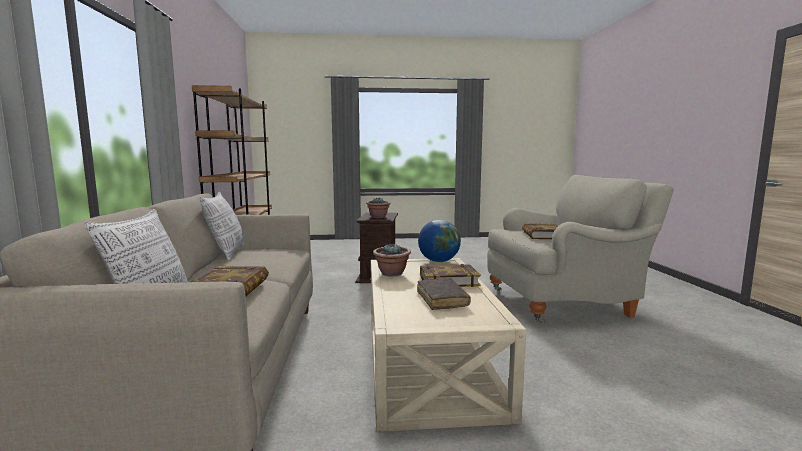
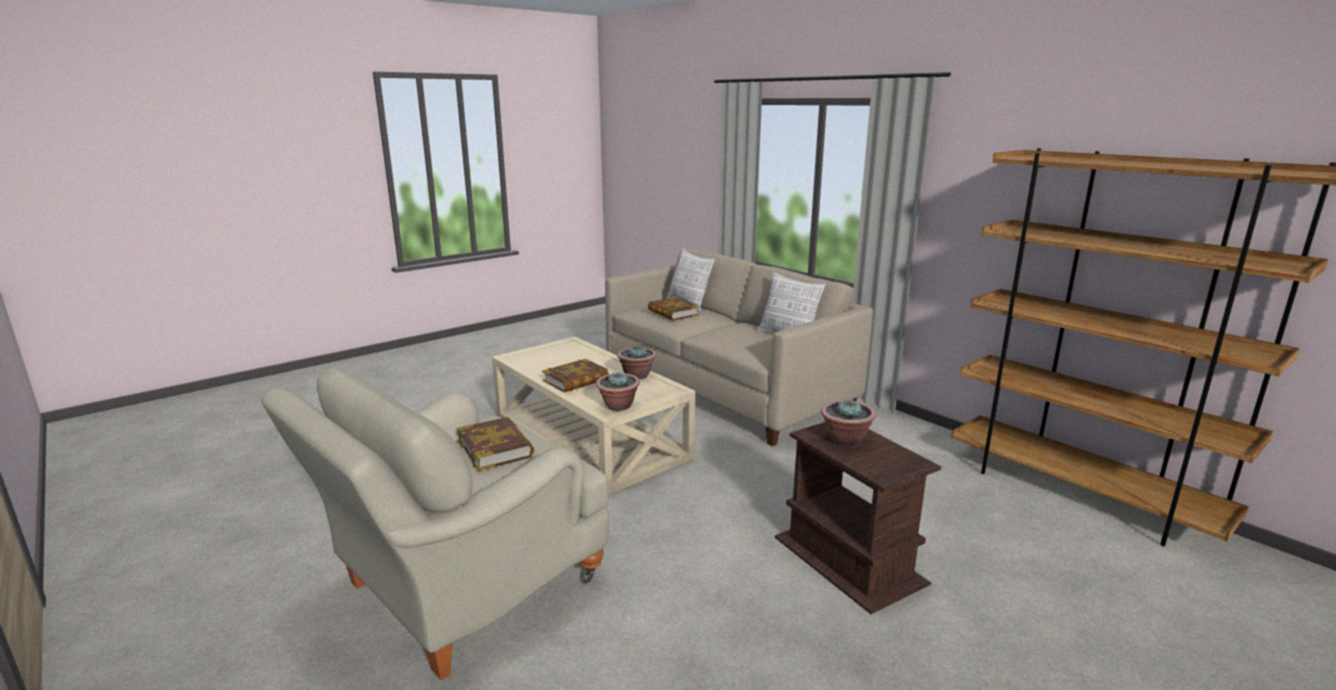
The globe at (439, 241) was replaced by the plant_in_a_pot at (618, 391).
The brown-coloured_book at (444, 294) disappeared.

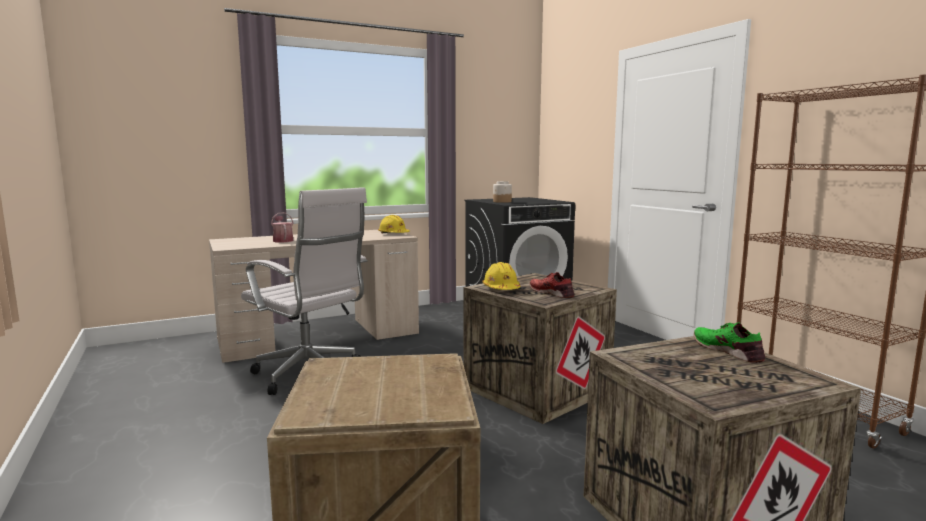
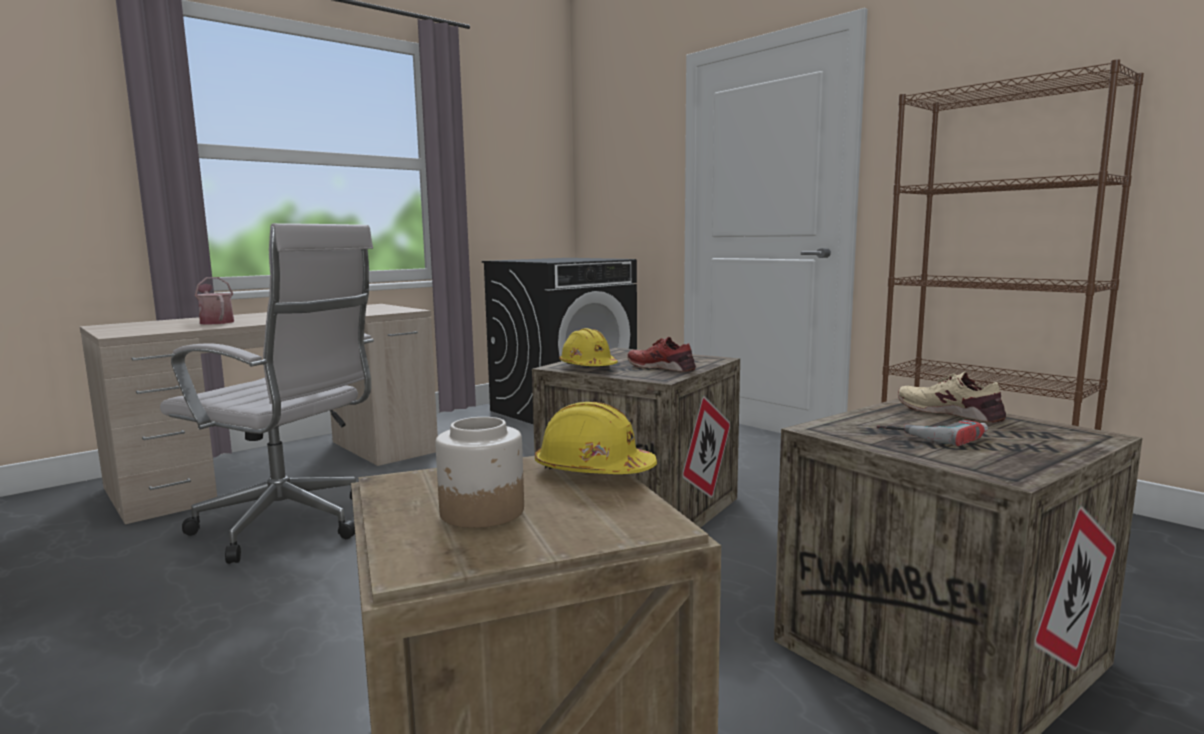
The jar moved from (502, 192) to (480, 472).
The yellow-coloured_hard_hat moved from (394, 224) to (596, 438).
The greenish_item_of_footwear at (729, 342) became the sand-coloured_item_of_footwear at (952, 397).
The power_drill at (932, 433) appeared.

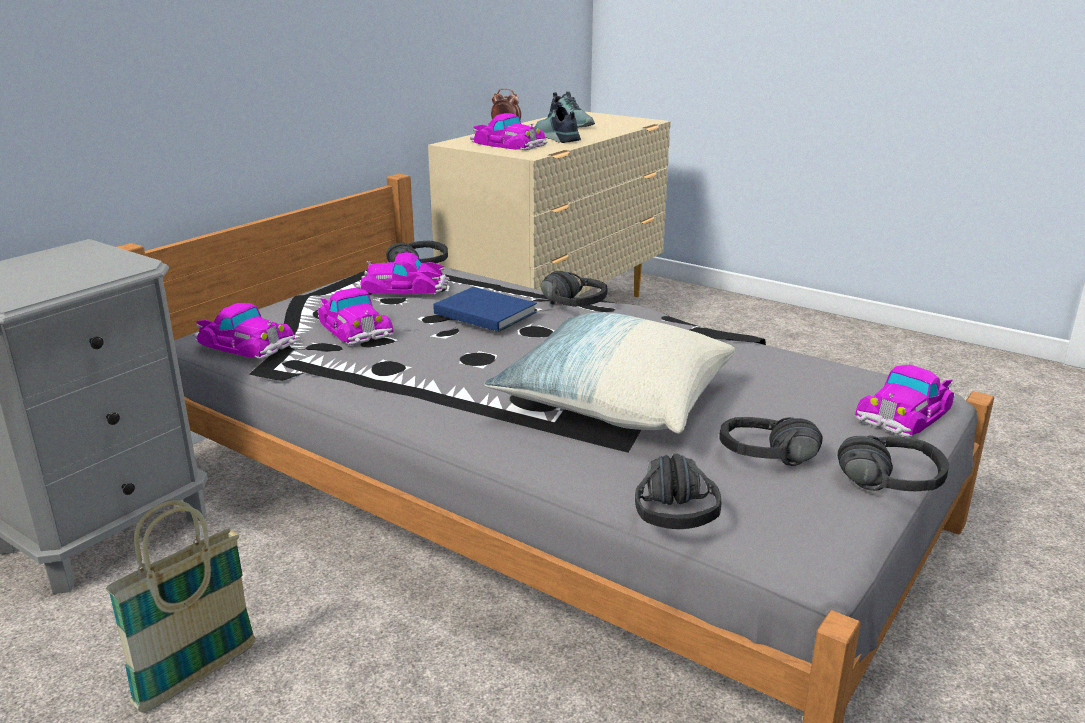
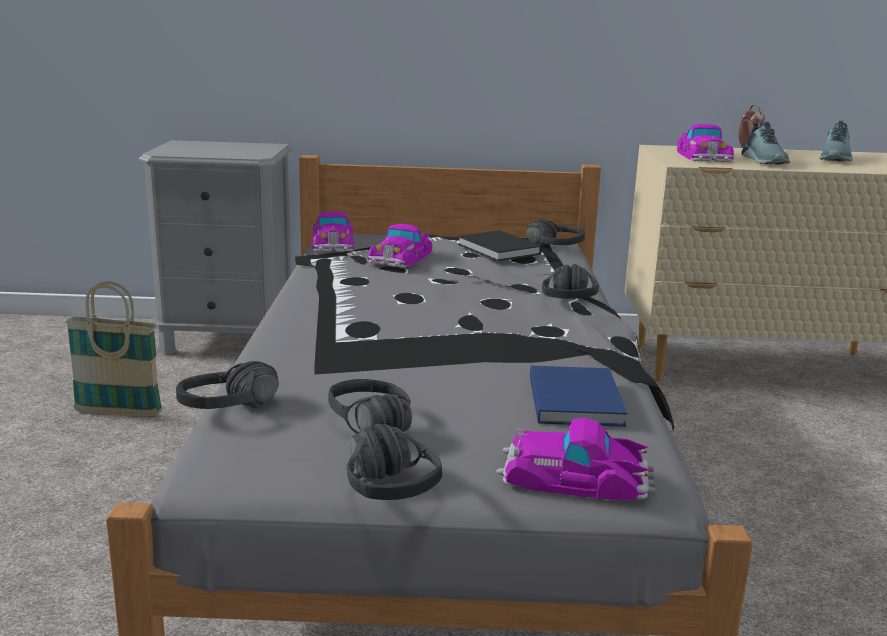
The item_of_footwear at (557, 123) turned 150 degrees clockwise.
The model_car at (402, 273) was replaced by the blackish_book at (499, 245).
The bluish_book moved from (485, 309) to (578, 396).
The cushion at (610, 373) disappeared.

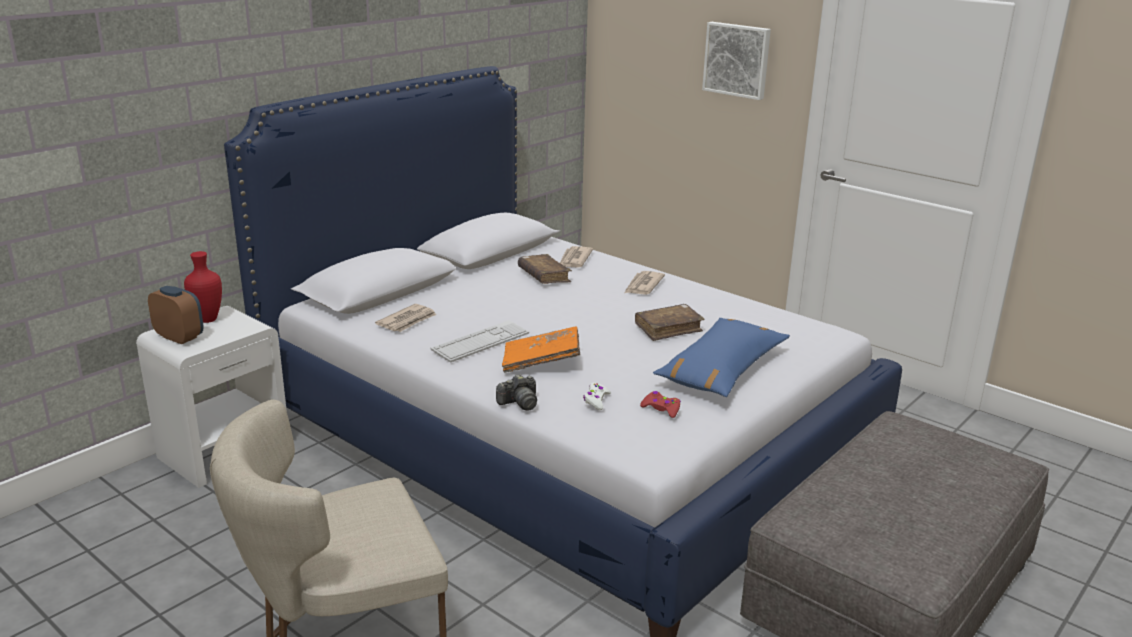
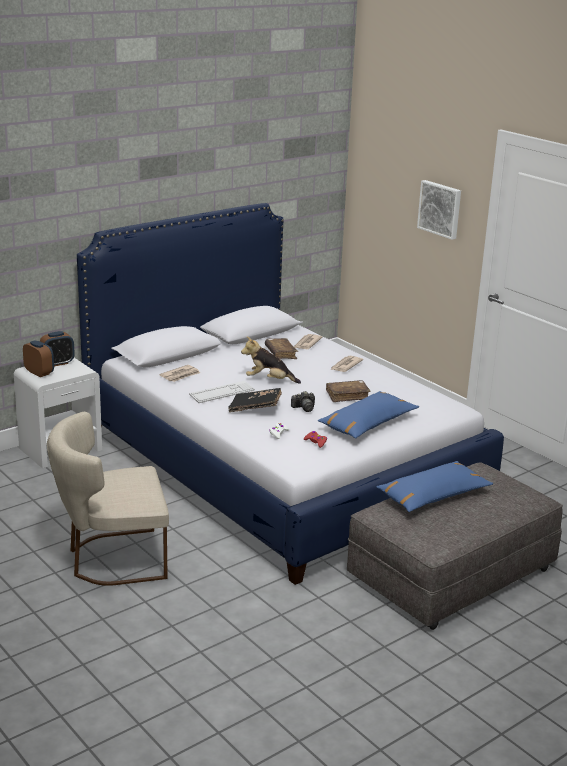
The red_decorative_vase at (203, 287) was replaced by the bedside_clock at (57, 348).
The orange_book at (541, 349) became the blackish_book at (255, 400).
The still_camera moved from (516, 392) to (303, 401).
The plush_toy at (271, 360) appeared.
The bluish_cushion at (434, 486) appeared.

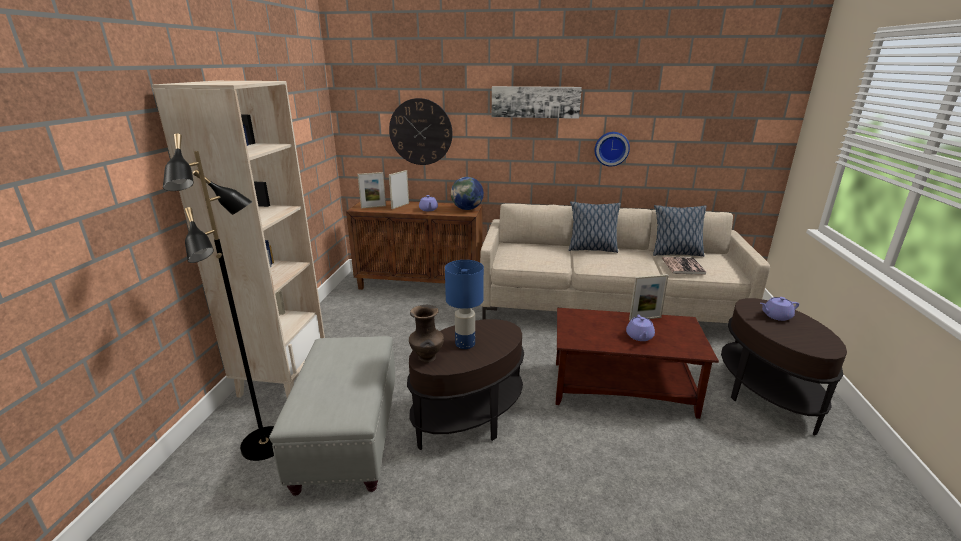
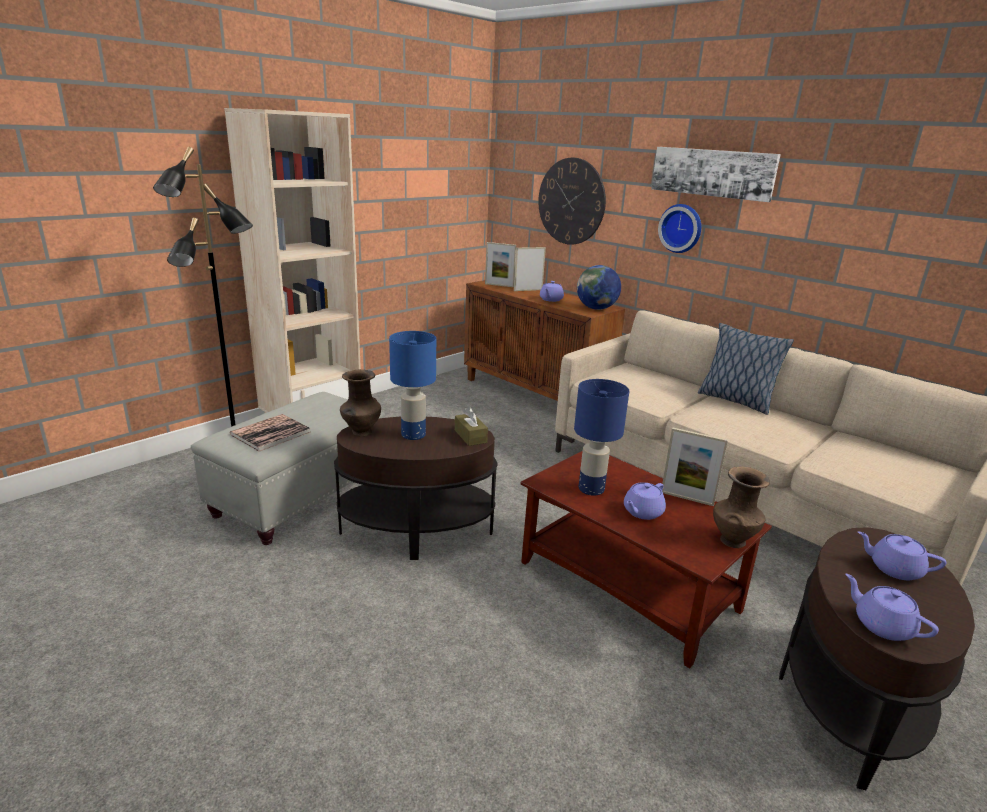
The wall_clock moved from (612, 149) to (679, 228).
The cushion at (679, 231) disappeared.
The book moved from (684, 266) to (270, 433).
The bluish_lamp_for_a_table at (601, 437) appeared.
The brown-coloured_tissue_holder at (471, 426) appeared.
The brown-coloured_decorative_vase at (741, 507) appeared.
The purple_teapot at (892, 607) appeared.

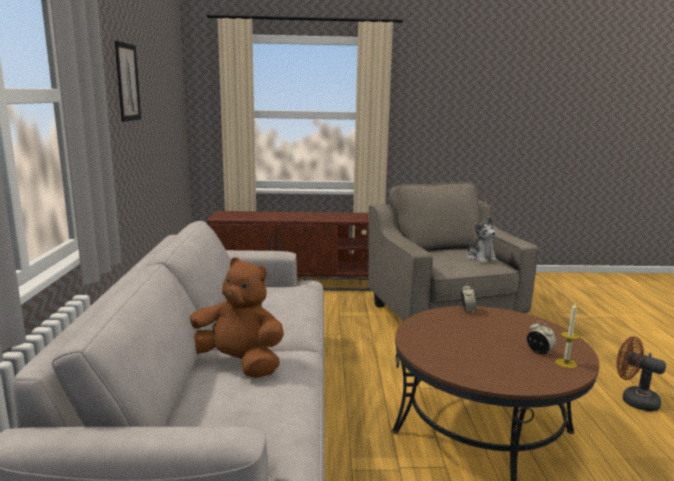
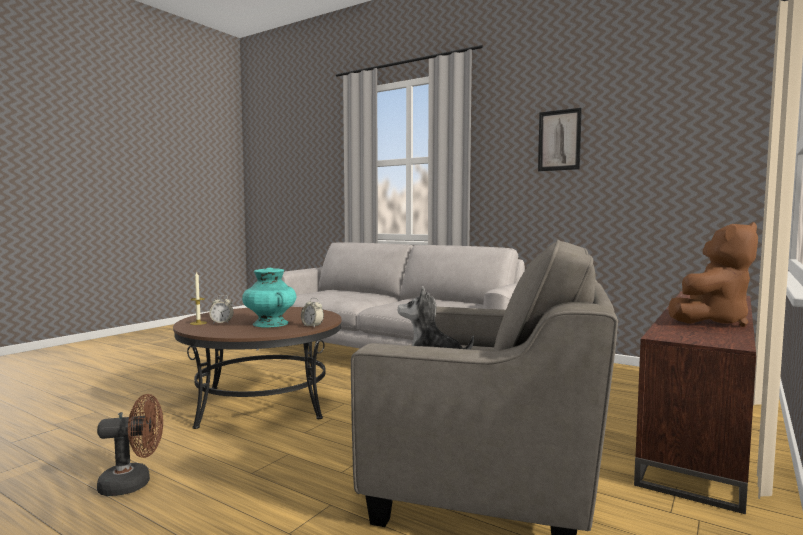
The brown-coloured_plush_toy moved from (236, 317) to (713, 274).
The blue-green_decorative_vase at (269, 297) appeared.

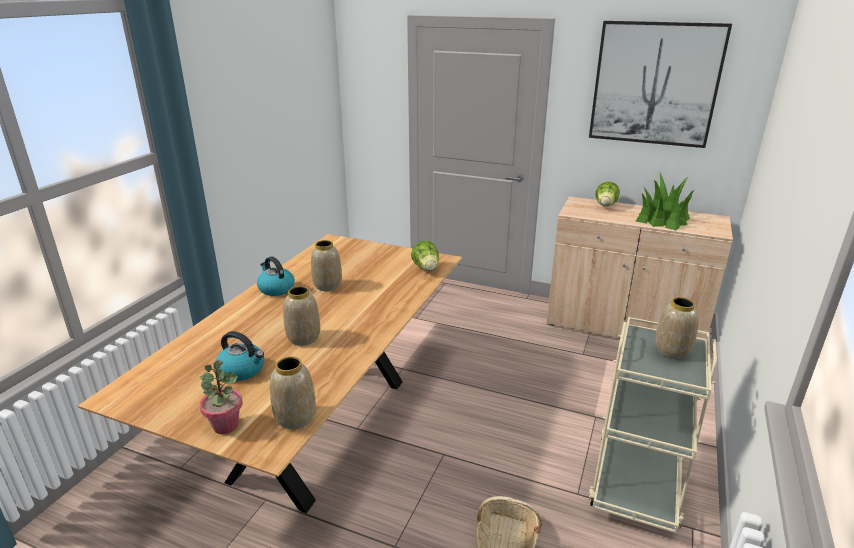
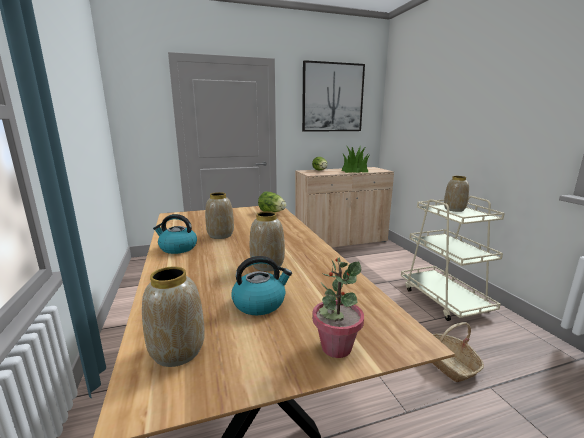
The decorative_vase moved from (293, 392) to (173, 316).

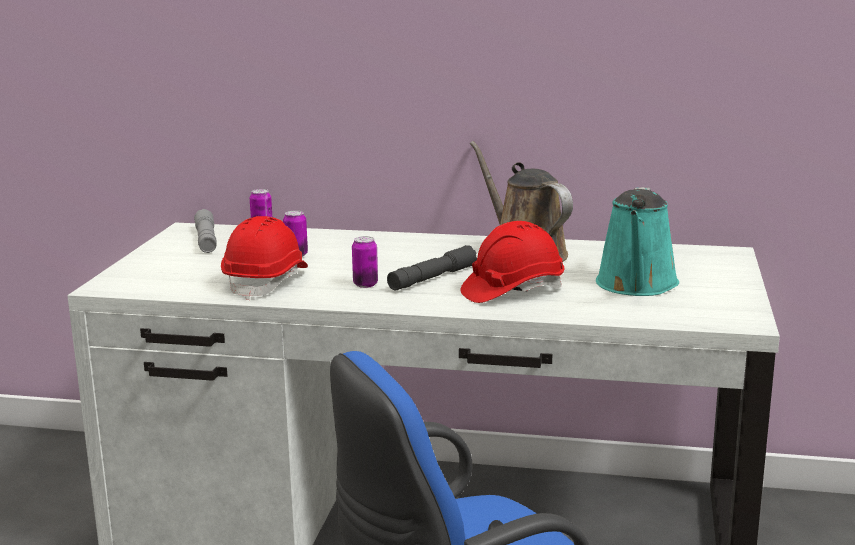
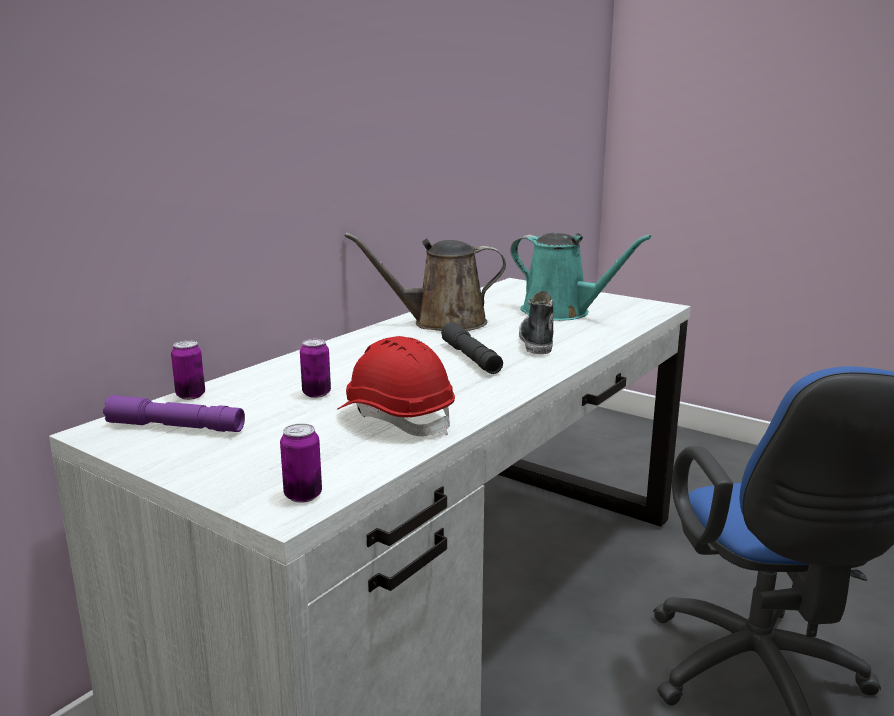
The greyish_torch at (205, 231) became the purple_torch at (174, 413).
The red_hard_hat at (513, 262) was replaced by the item_of_footwear at (536, 322).
The metal_can moved from (365, 262) to (301, 463).

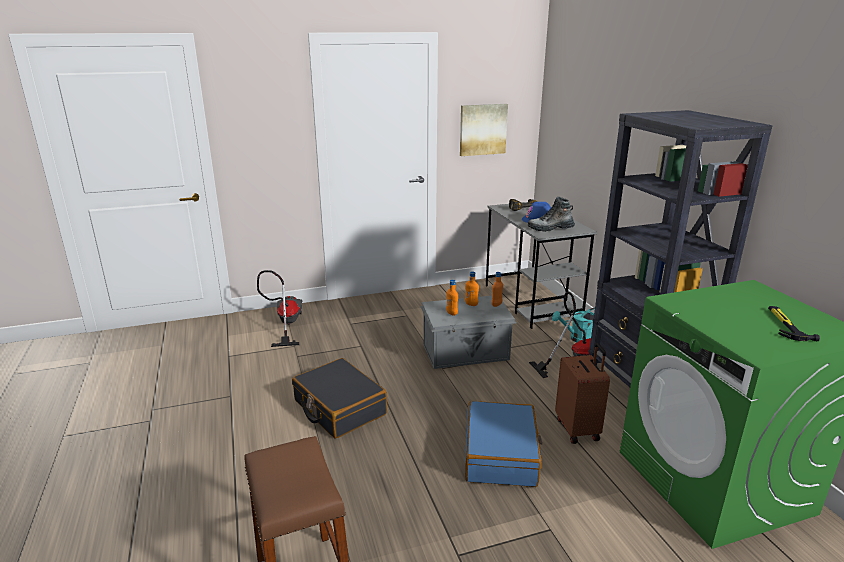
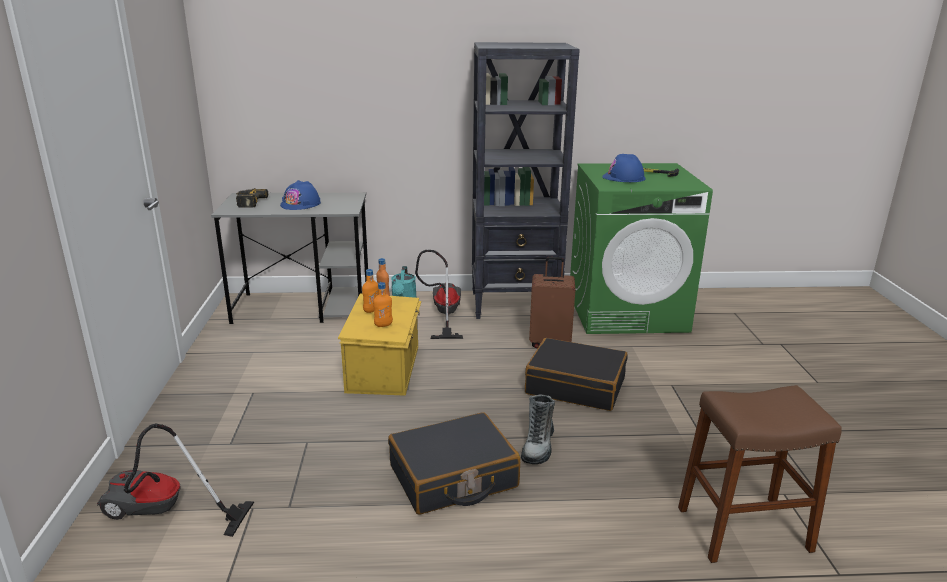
The wall_picture at (484, 130) disappeared.
The boot moved from (551, 214) to (538, 429).
The greyish_storage_box at (468, 332) became the yellow-coloured_storage_box at (379, 344).
The bluish_piece_of_luggage at (503, 444) became the blackish_piece_of_luggage at (576, 374).
The bluish_hard_hat at (623, 168) appeared.

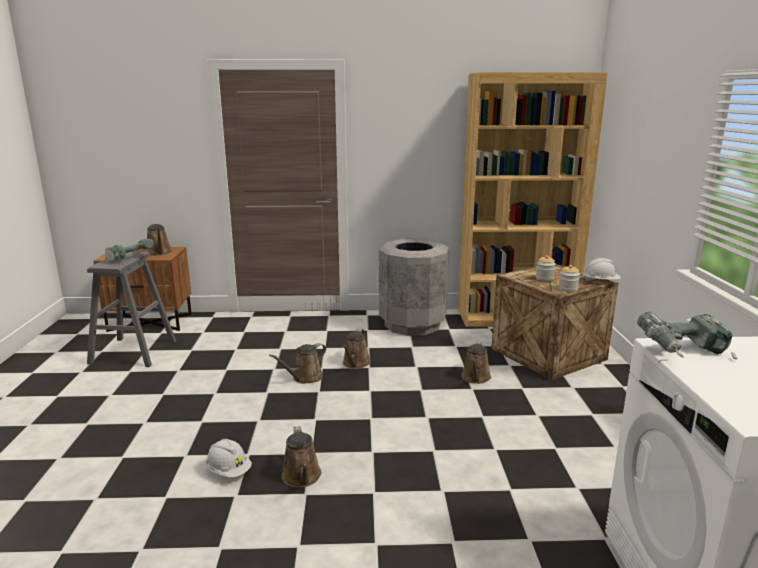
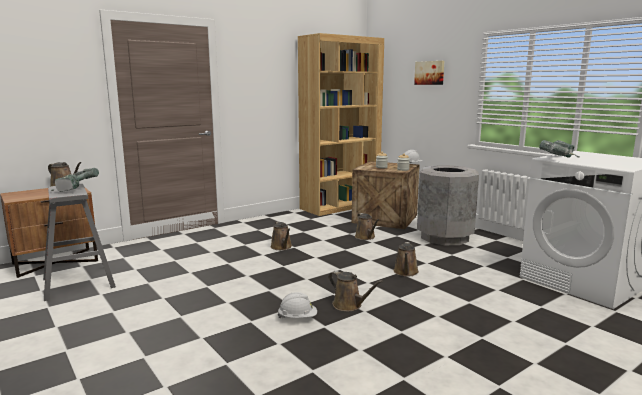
The greyish_waste_bin moved from (414, 287) to (448, 205).
The brown-coloured_sprinkling_can moved from (297, 363) to (406, 259).
The wall_picture at (429, 73) appeared.

